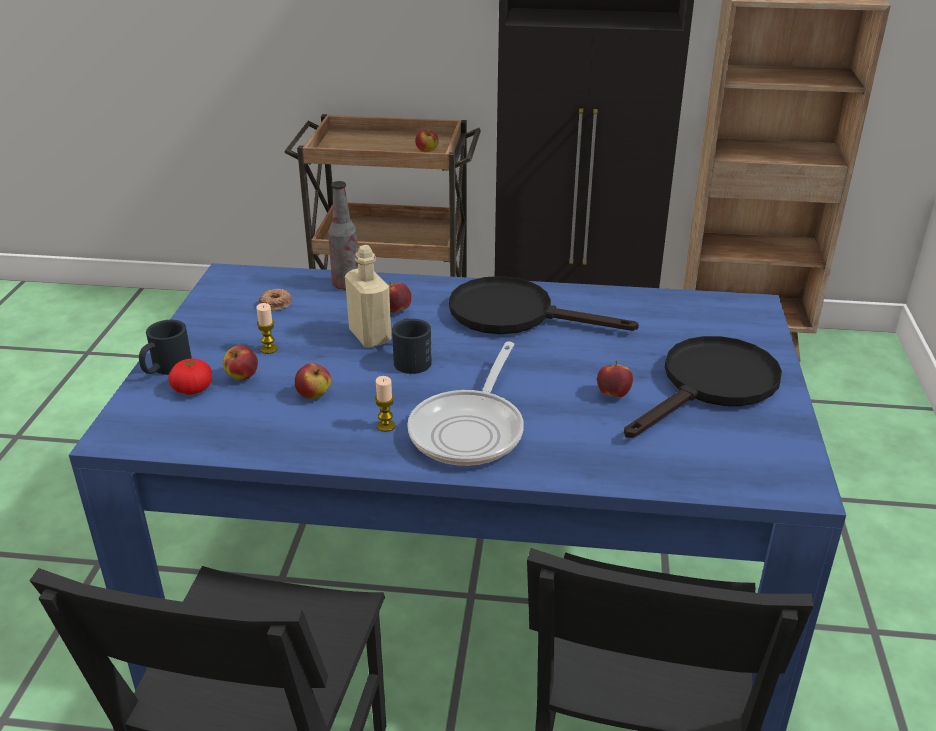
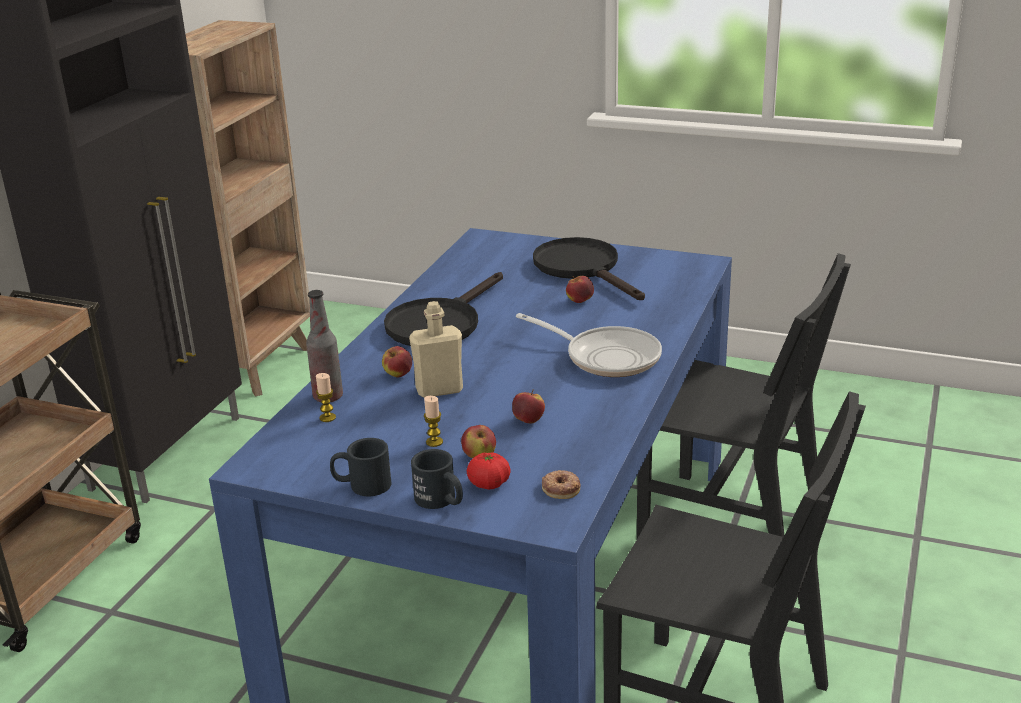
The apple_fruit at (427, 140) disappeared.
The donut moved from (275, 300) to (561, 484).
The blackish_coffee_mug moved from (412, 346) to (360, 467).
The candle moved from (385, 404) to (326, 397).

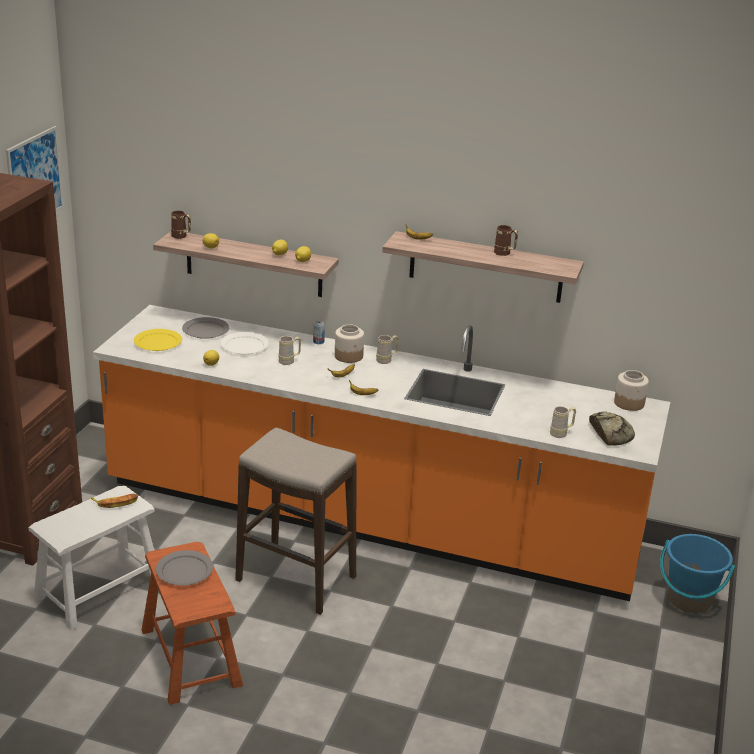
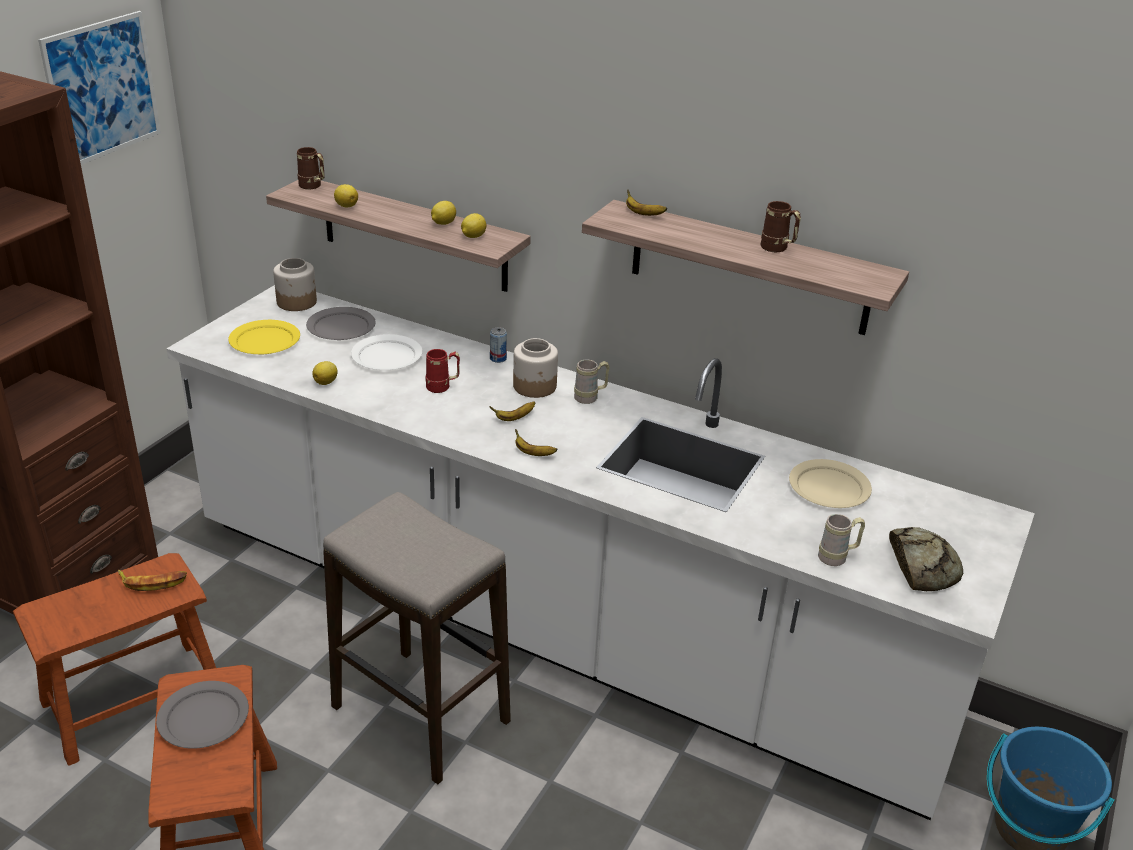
The orange_counter at (381, 453) became the white-coloured_counter at (600, 552).
The sand-coloured_coffee_mug at (289, 350) became the red_coffee_mug at (443, 371).
The jar moved from (631, 390) to (295, 284).
The white-coloured_stool at (92, 558) became the brown-coloured_stool at (114, 659).
The sand-coloured_plate at (830, 483) appeared.

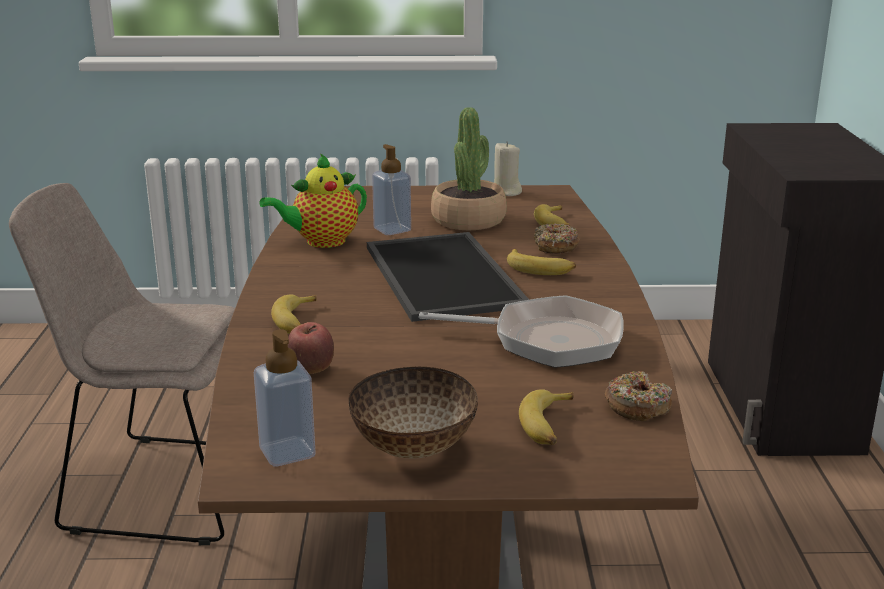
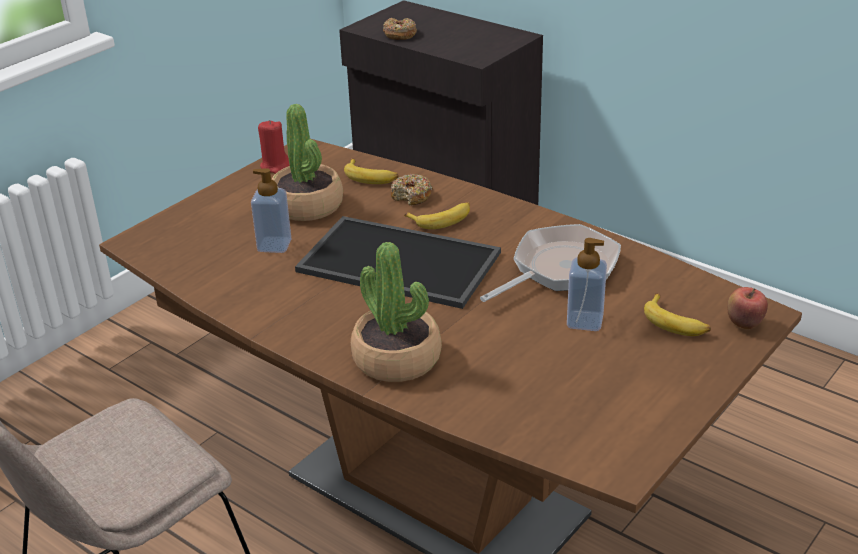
The sand-coloured_candle at (508, 169) became the red_candle at (274, 147).
The teapot at (313, 200) disappeared.
The banana at (293, 314) was replaced by the plant_in_a_pot at (396, 312).
The apple_fruit moved from (311, 348) to (747, 308).
The soap_dispenser moved from (284, 398) to (587, 284).
The serving_bowl at (413, 413) disappeared.
The donut moved from (638, 396) to (400, 29).

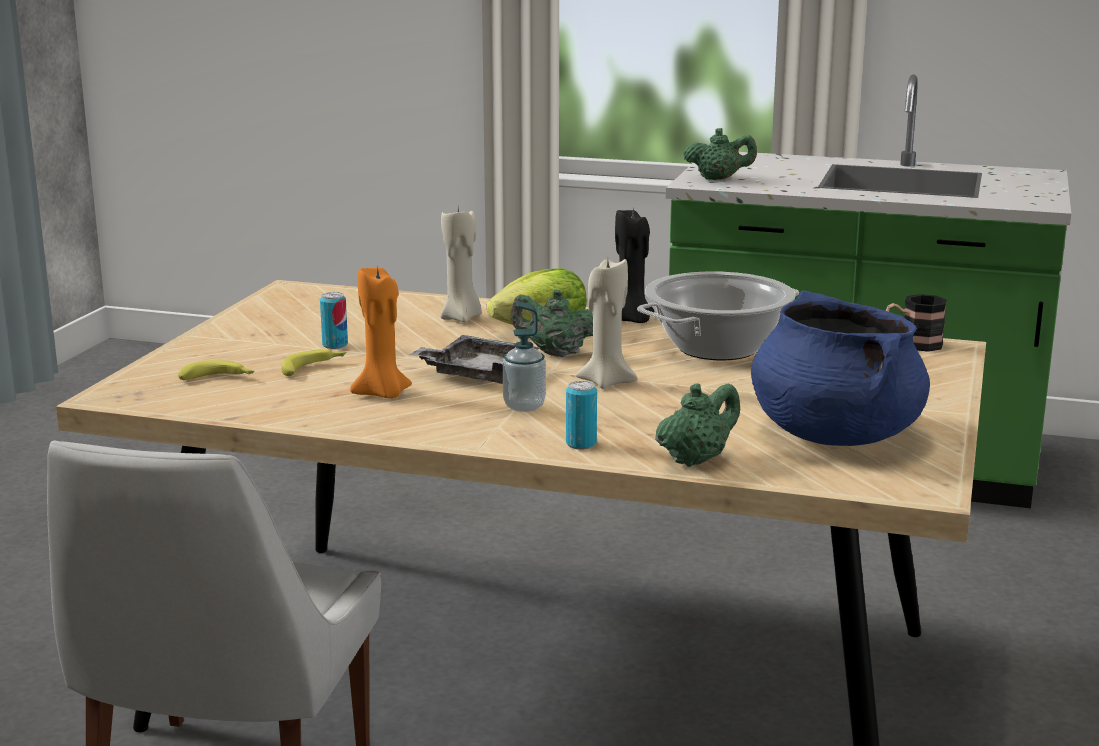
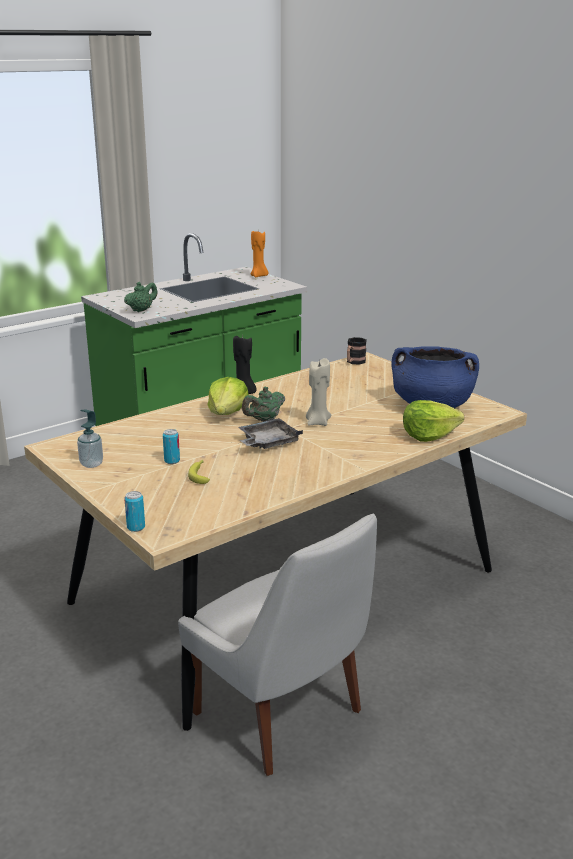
The sand-coloured_candle at (461, 265) disappeared.
The orange_candle moved from (381, 333) to (259, 254).
The cooking_pot at (718, 315) disappeared.
The soap_dispenser moved from (524, 356) to (90, 438).
The banana at (216, 370) disappeared.
The metal_can moved from (581, 415) to (134, 511).
The greenish_teapot at (697, 425) was replaced by the head_of_lettuce at (433, 421).

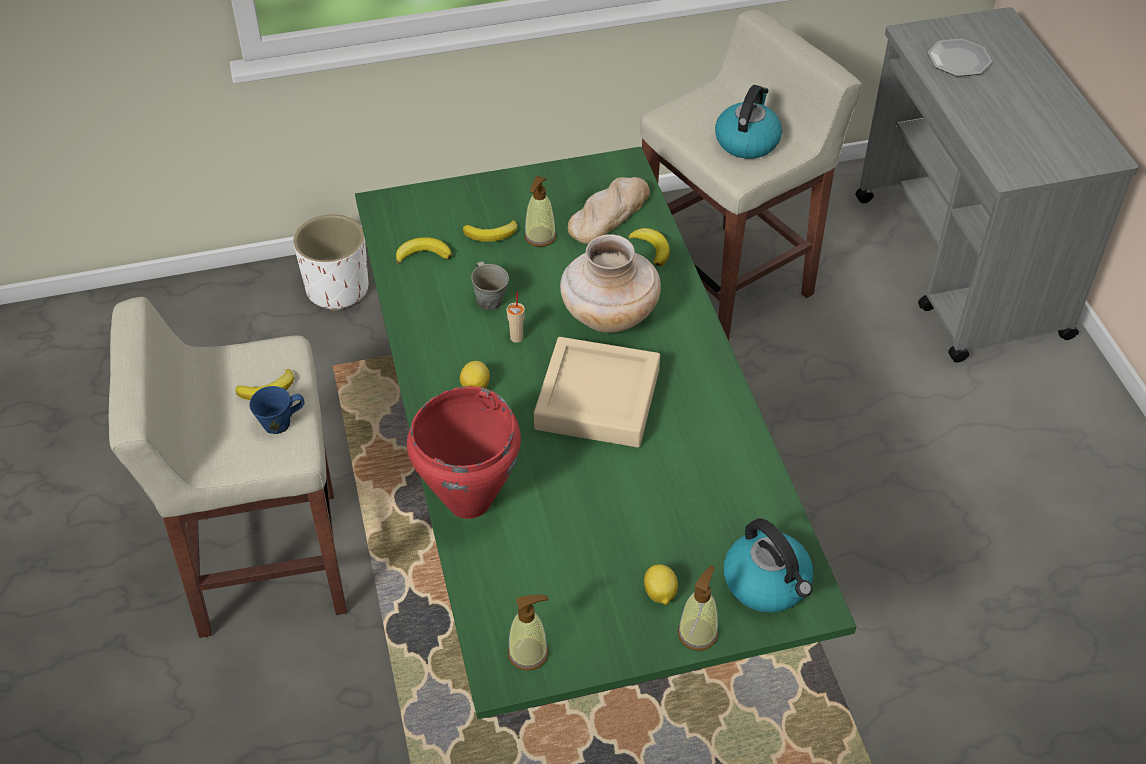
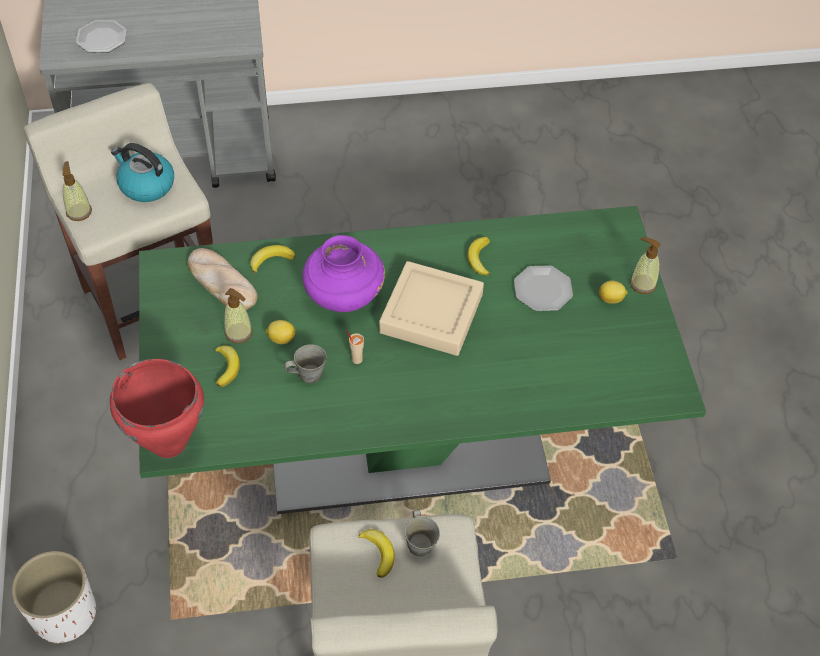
The sand-coloured_decorative_vase at (610, 283) became the purple_decorative_vase at (344, 273).
The banana moved from (424, 250) to (478, 256).
The whole_lemon moved from (475, 374) to (280, 332).
The bluish_coffee_mug at (276, 410) became the greyish_coffee_mug at (422, 533).
The red_cooking_pot moved from (464, 452) to (157, 408).
The water_kettle at (768, 565) disappeared.
The soap_dispenser moved from (528, 632) to (77, 191).
The plate at (543, 288) appeared.

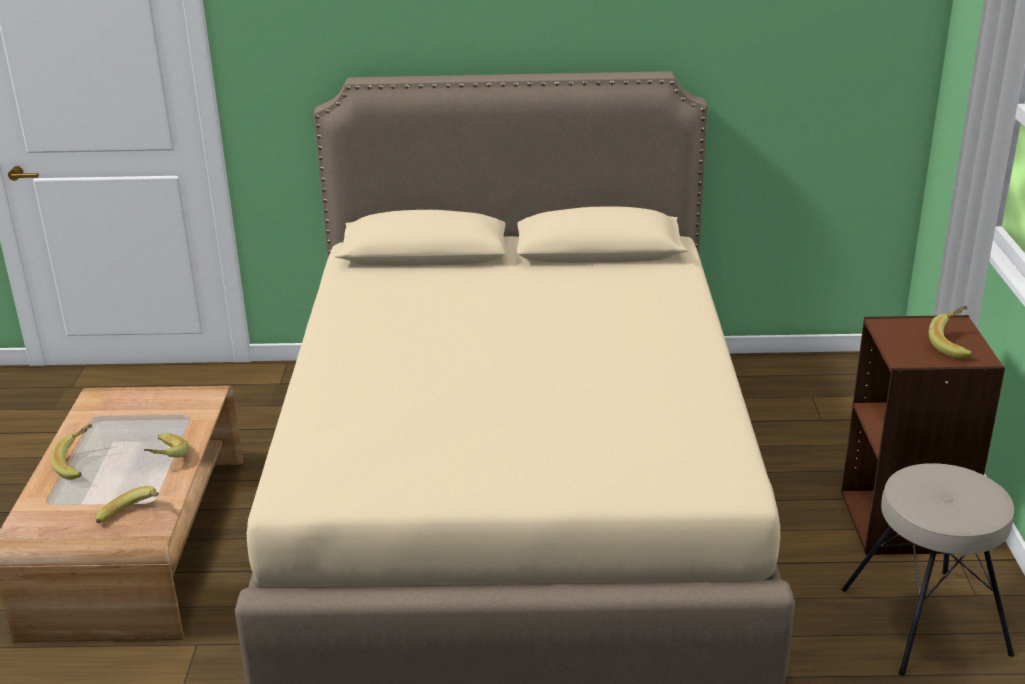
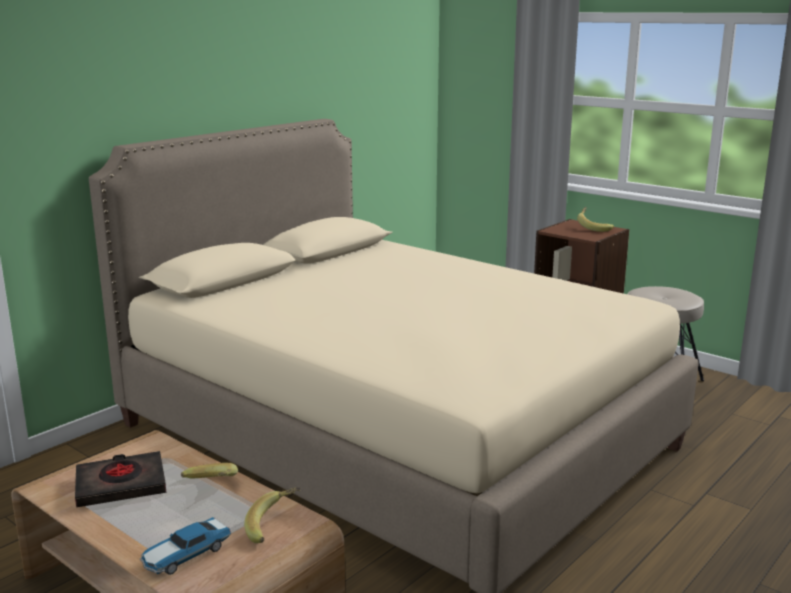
The banana at (72, 452) disappeared.
The blackish_book at (120, 479) appeared.
The model_car at (185, 546) appeared.

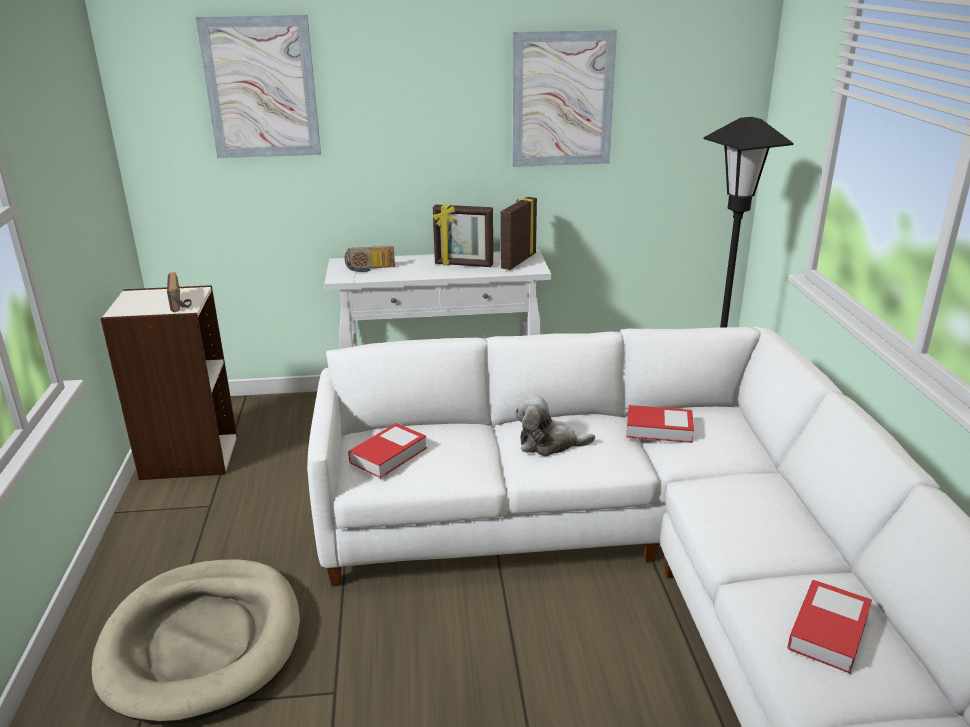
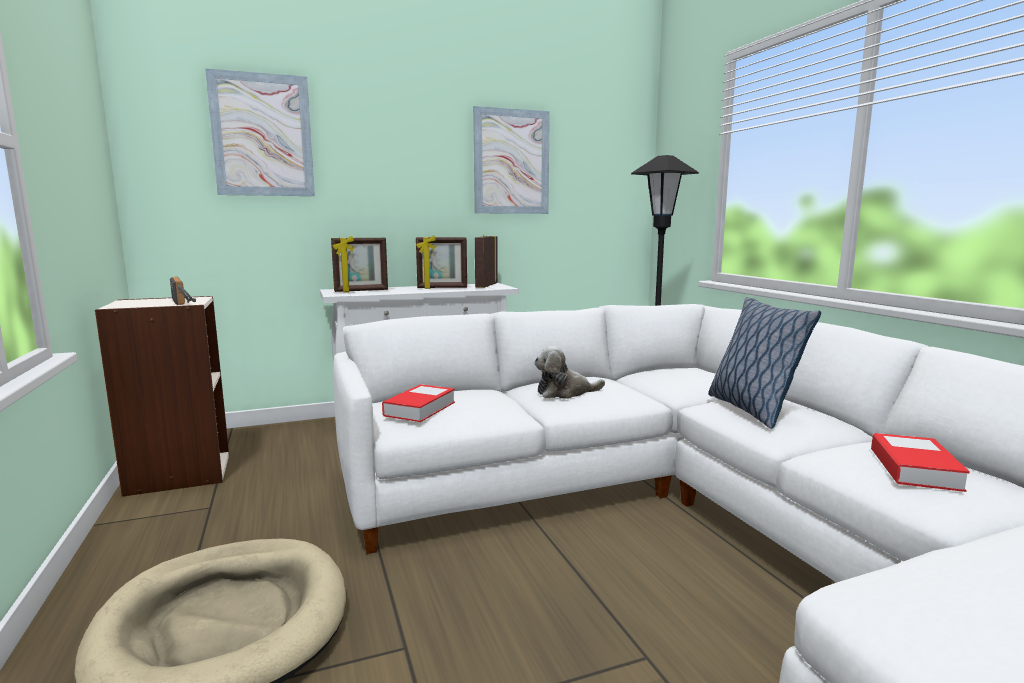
The radio at (370, 259) was replaced by the photo_frame at (359, 264).
The book at (660, 424) disappeared.
The cushion at (764, 363) appeared.

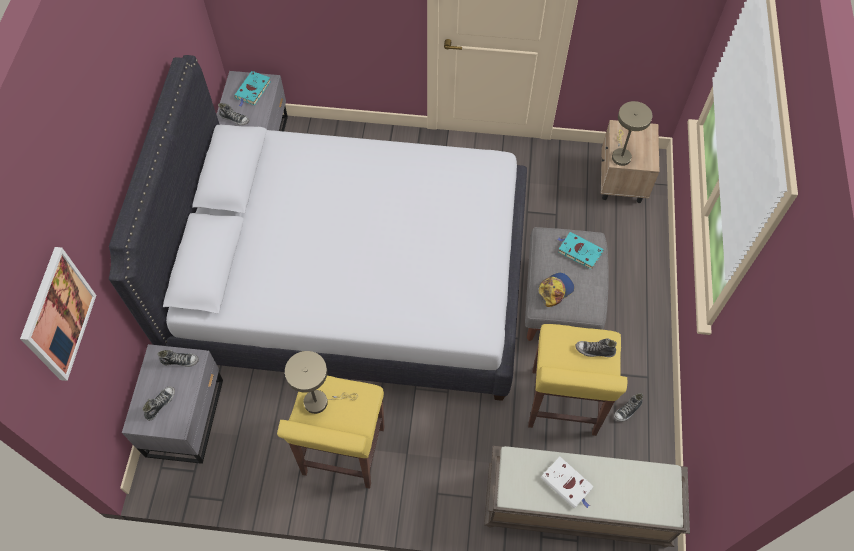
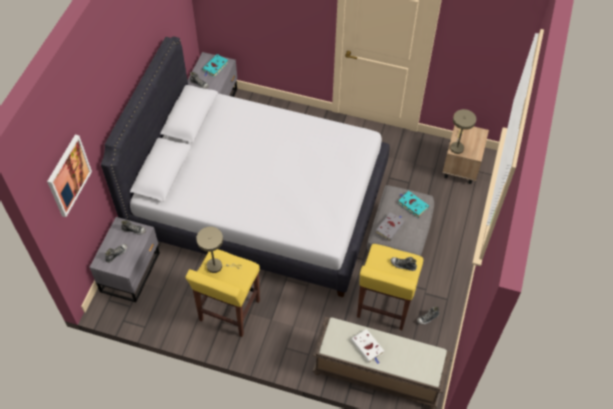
The cap at (556, 289) was replaced by the greyish_book at (390, 226).

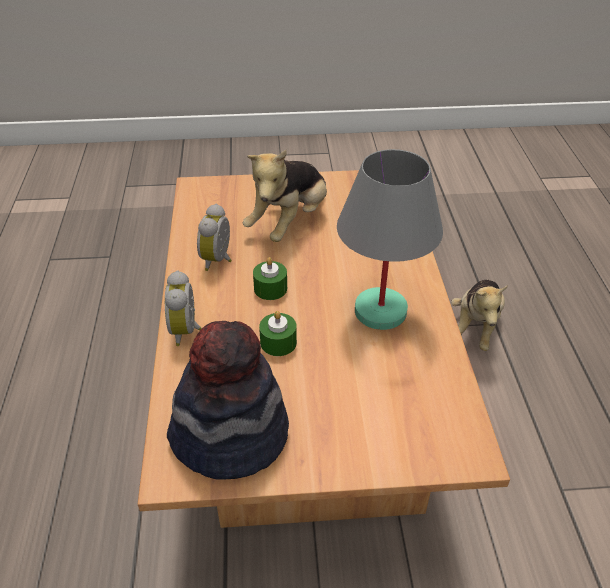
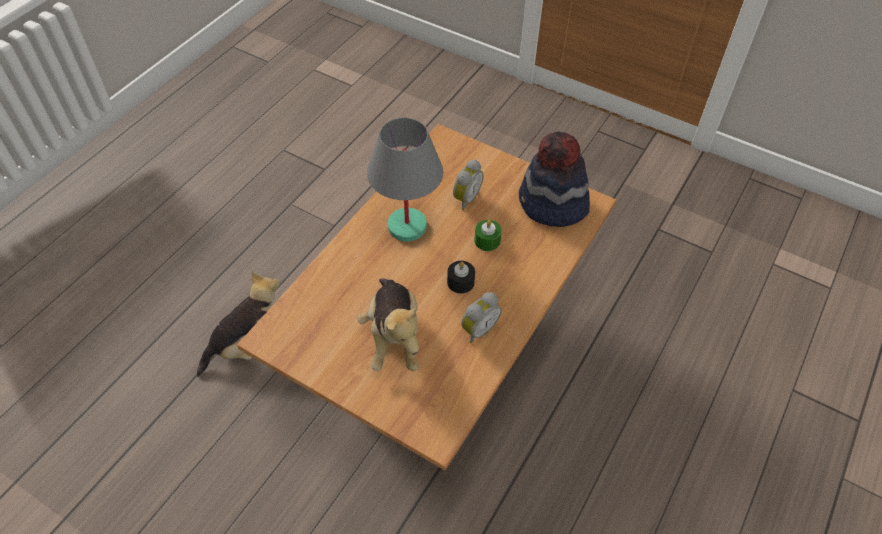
The plush_toy at (285, 196) turned 105 degrees clockwise.
The greenish_candle at (270, 278) became the blackish_candle at (461, 277).
The bedside_clock moved from (183, 308) to (468, 185).

